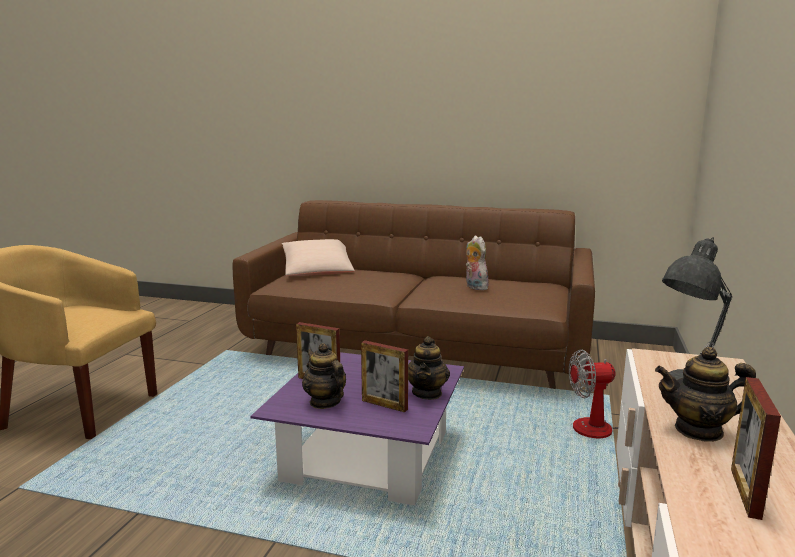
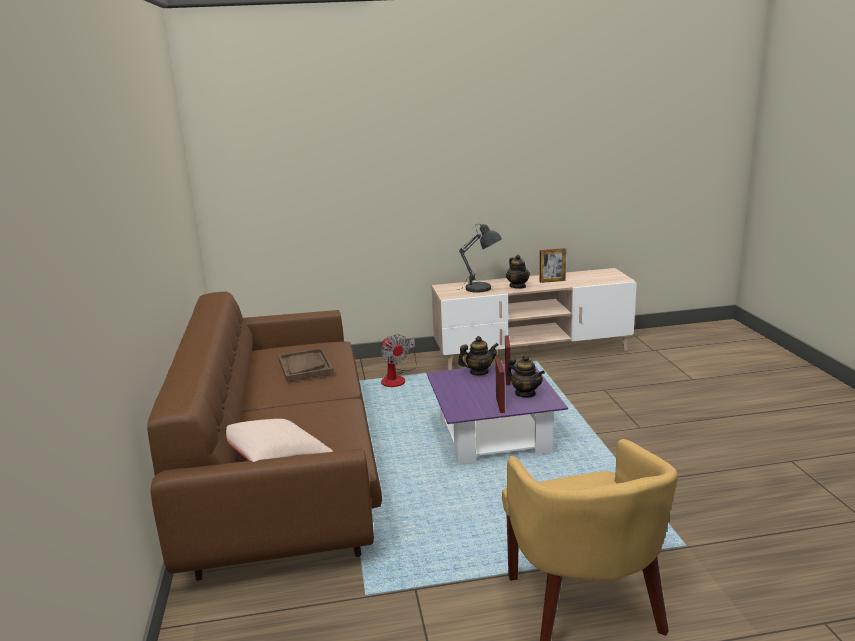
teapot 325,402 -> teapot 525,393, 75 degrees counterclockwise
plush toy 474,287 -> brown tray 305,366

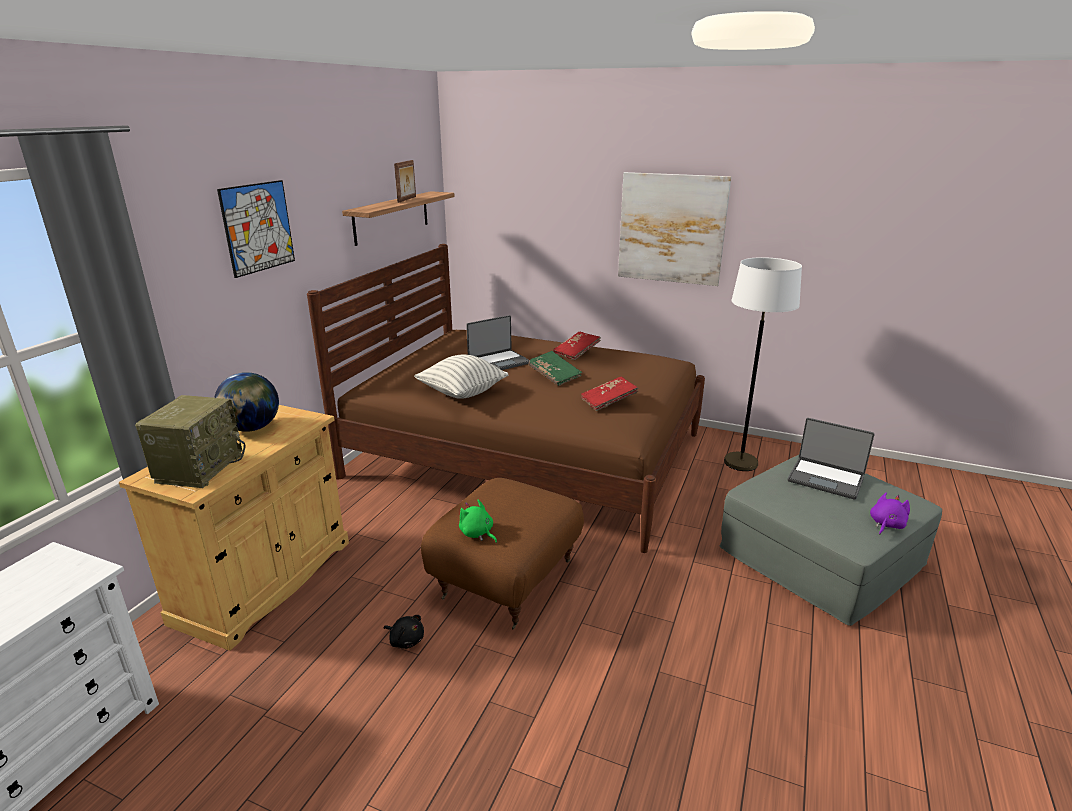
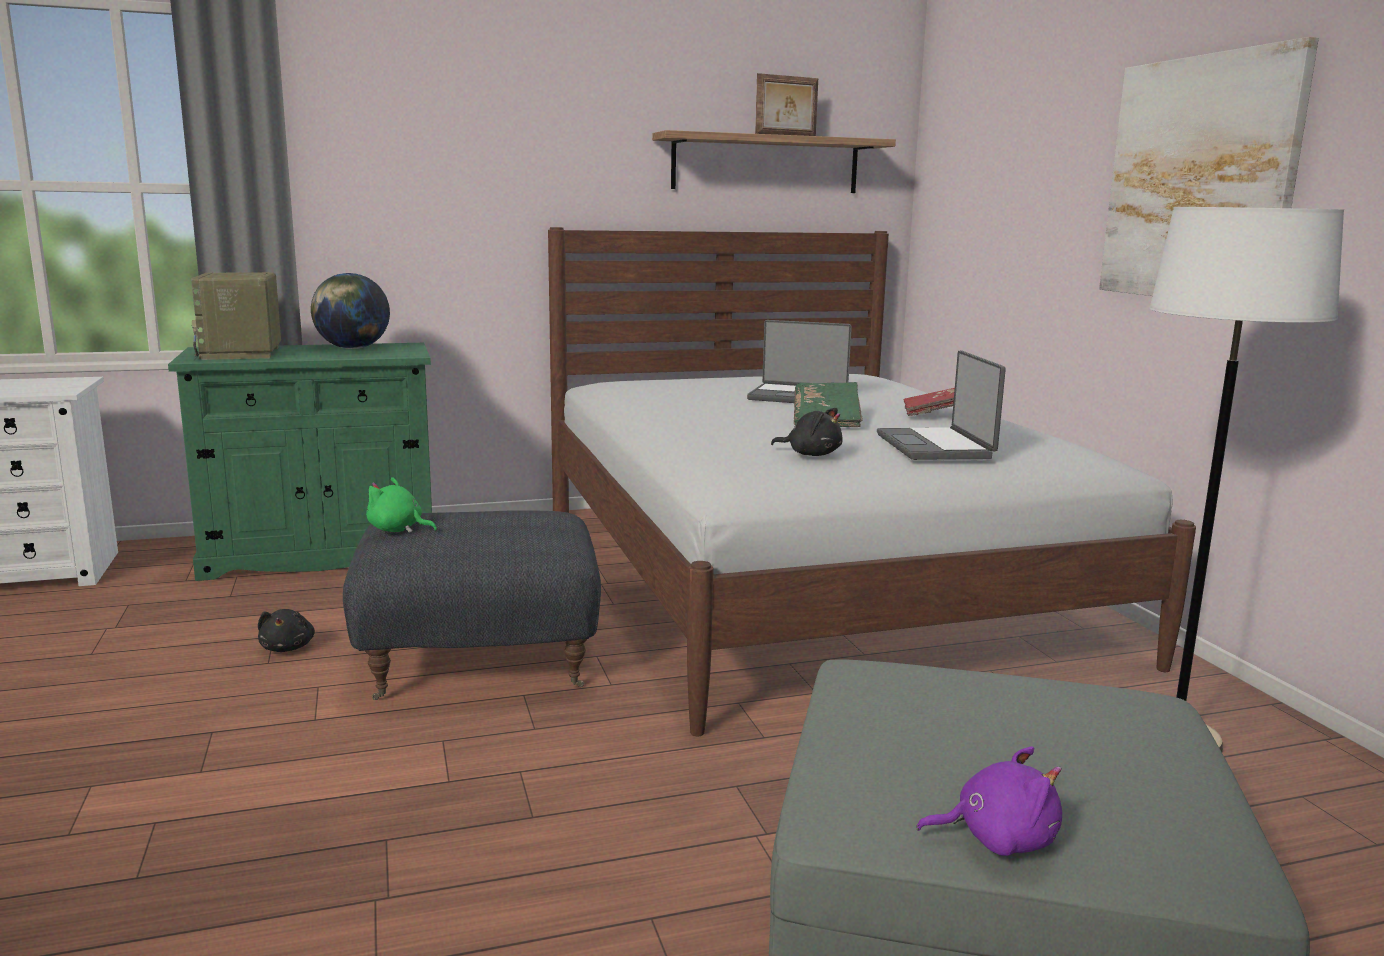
beige cabinet 265,581 -> green cabinet 322,554
radio 199,467 -> radio 242,353, 105 degrees clockwise
picture 258,227 -> none
brown bed 527,455 -> white bed 806,578
pillow 462,393 -> none
brown ottoman 506,578 -> grey ottoman 481,660
green plush toy 477,533 -> green plush toy 398,530, 75 degrees counterclockwise
red book 608,402 -> black plush toy 811,454
laptop 826,479 -> laptop 936,446, moved

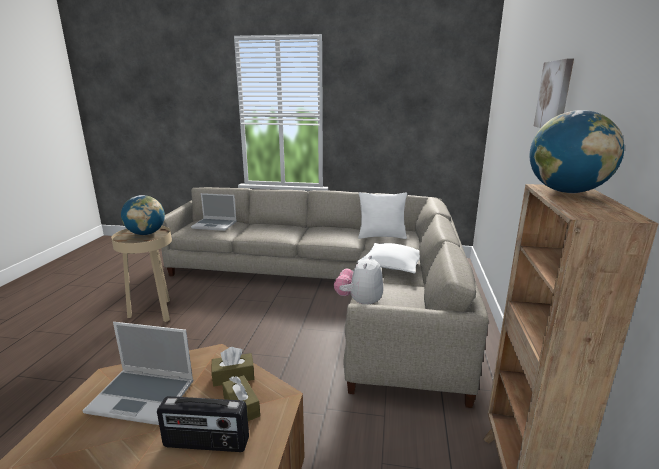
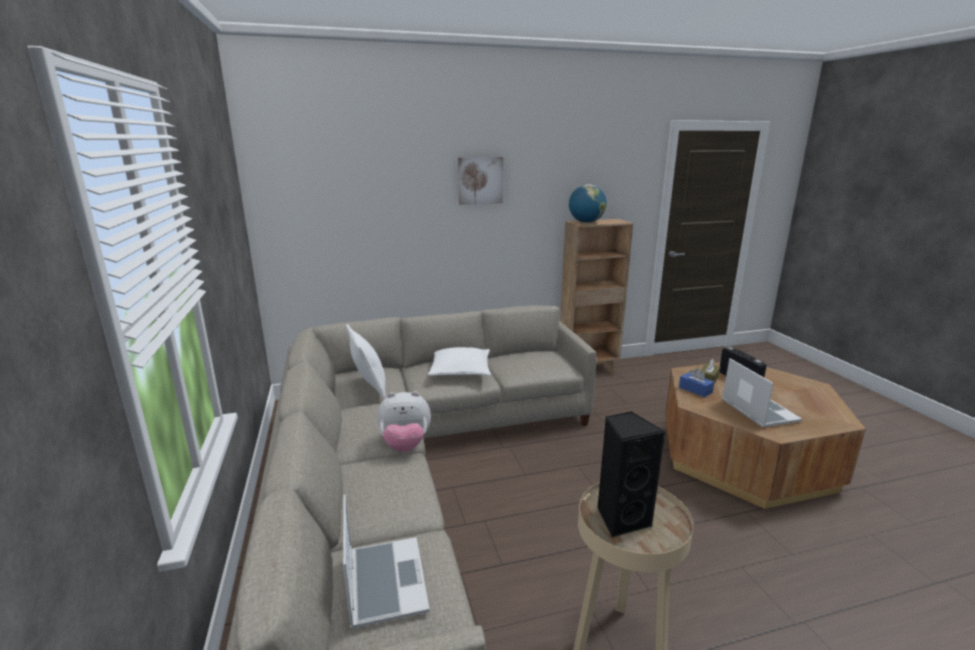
globe 146,233 -> black speaker 621,518
brown tissue box 233,376 -> blue tissue box 695,390
plush toy 359,302 -> plush toy 405,445, moved

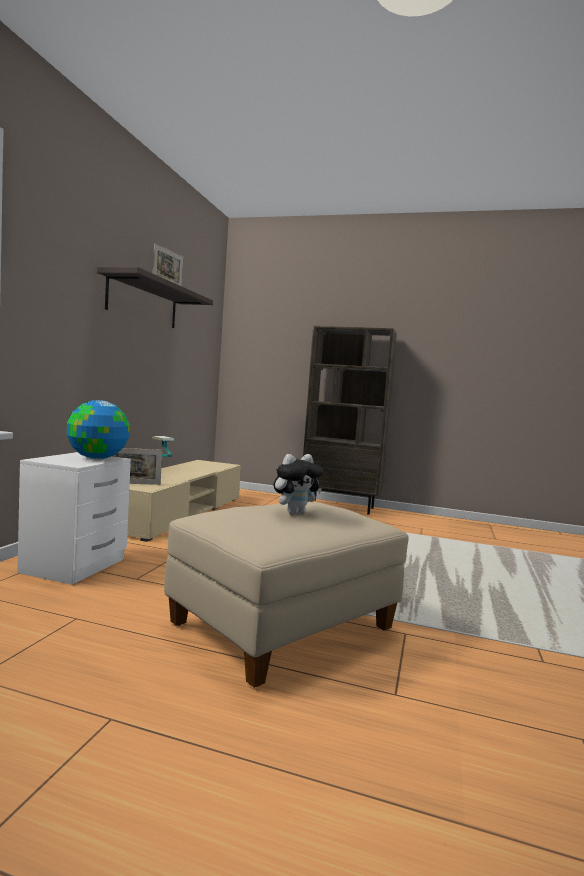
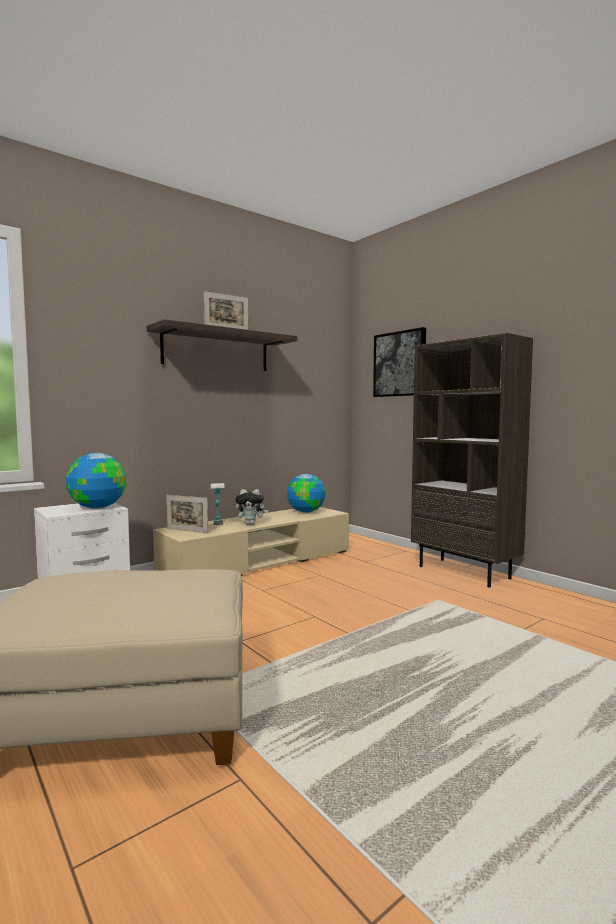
plush toy 295,513 -> plush toy 251,524, moved
none -> globe 306,512
none -> picture 399,364

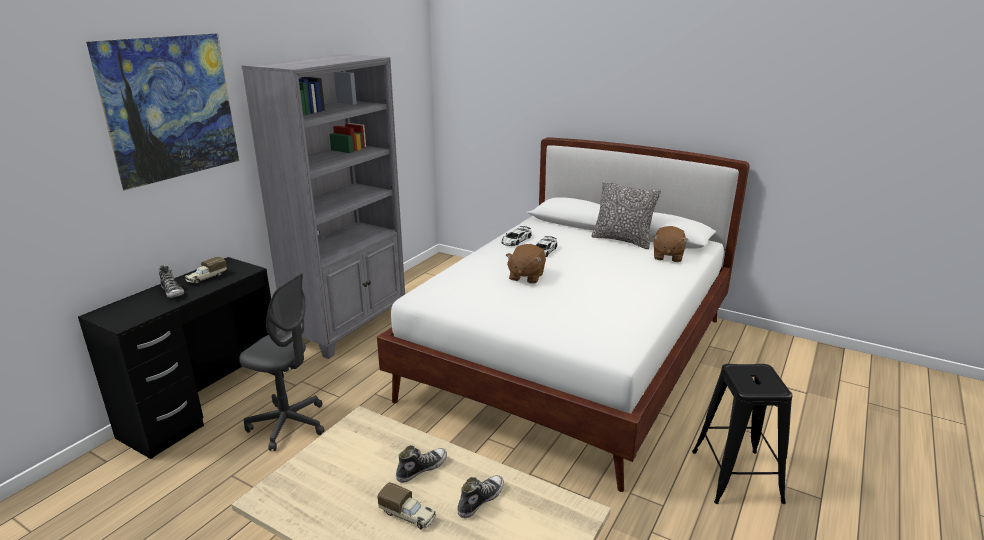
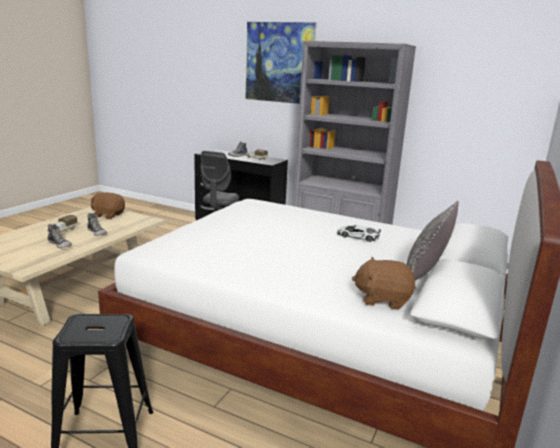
toy car 516,240 -> none
brown plush toy 526,276 -> brown plush toy 108,215, moved

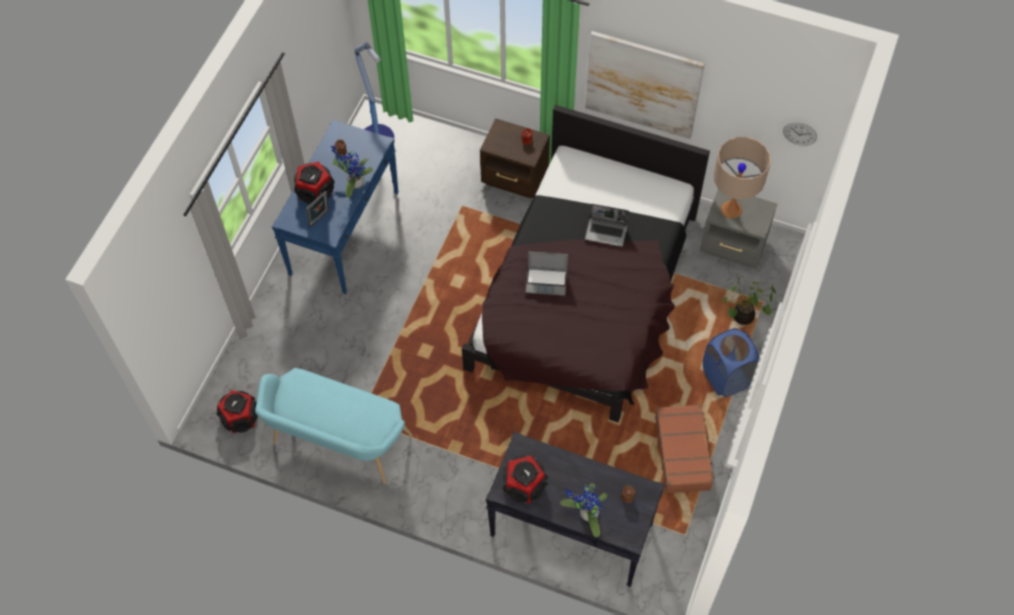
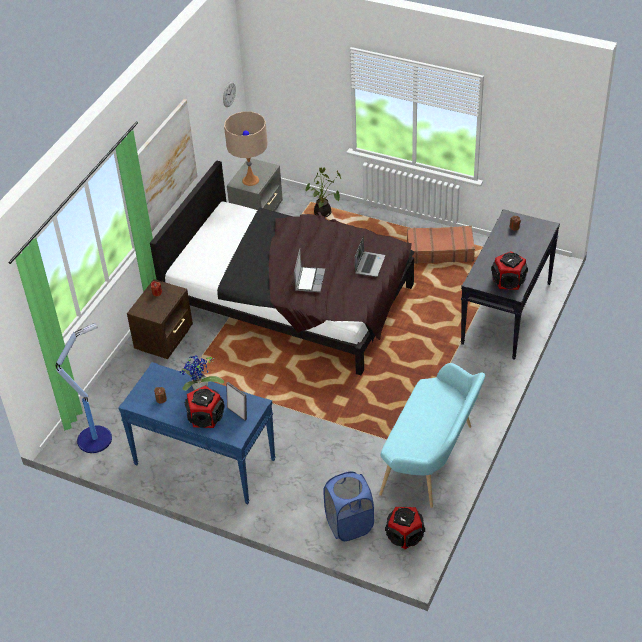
potted plant 586,514 -> none
laptop 606,232 -> laptop 369,264, moved
blue laundry basket 726,377 -> blue laundry basket 349,524, moved

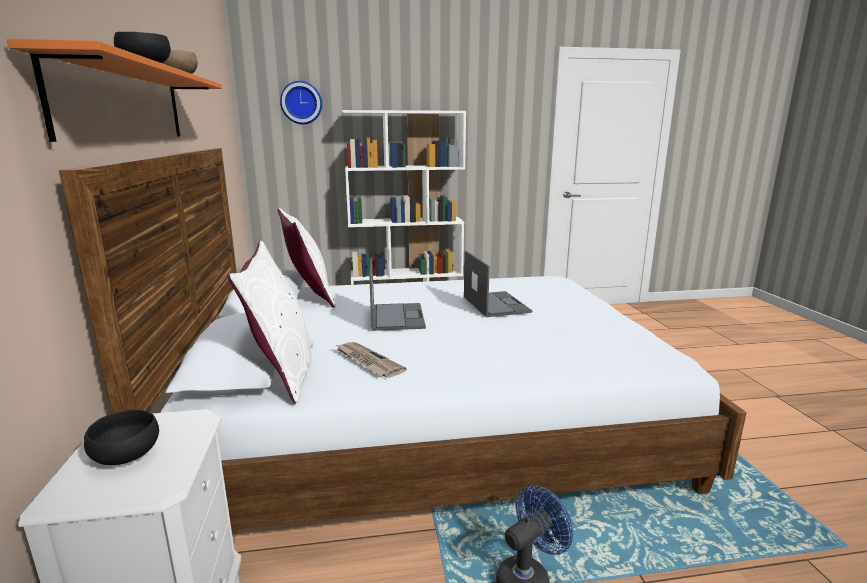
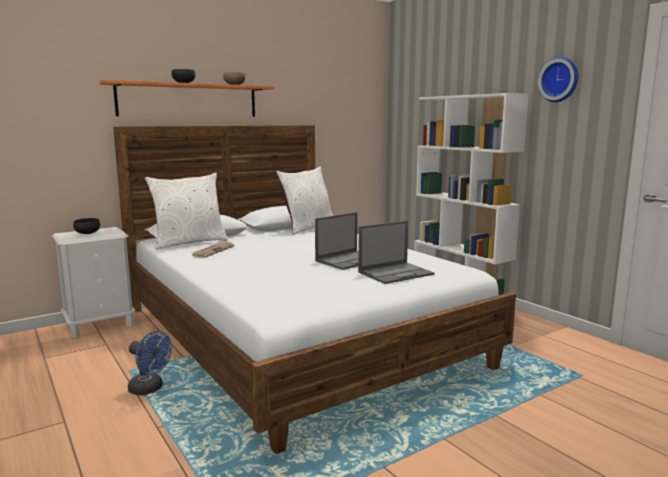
wall clock 301,103 -> wall clock 560,79, moved
laptop 396,316 -> laptop 396,273, moved

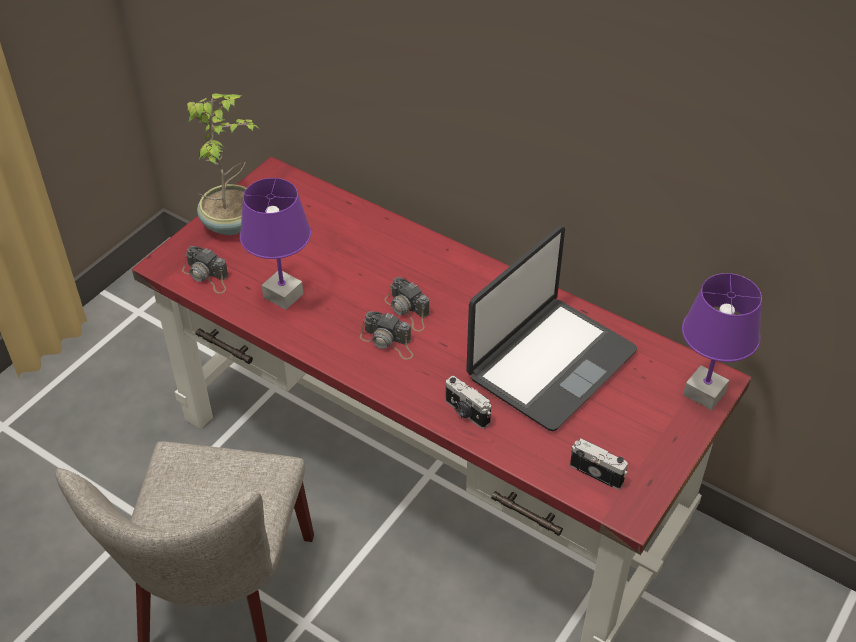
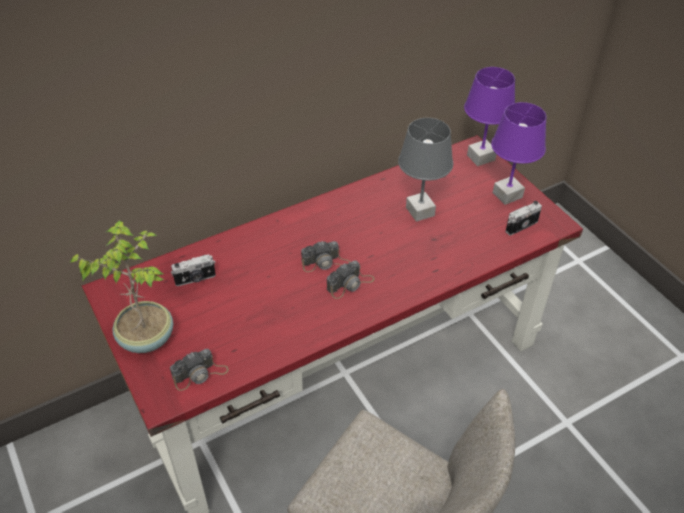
purple table lamp 284,295 -> purple table lamp 507,195, moved
photo camera 466,413 -> photo camera 195,279, moved
laptop 550,363 -> grey table lamp 419,211

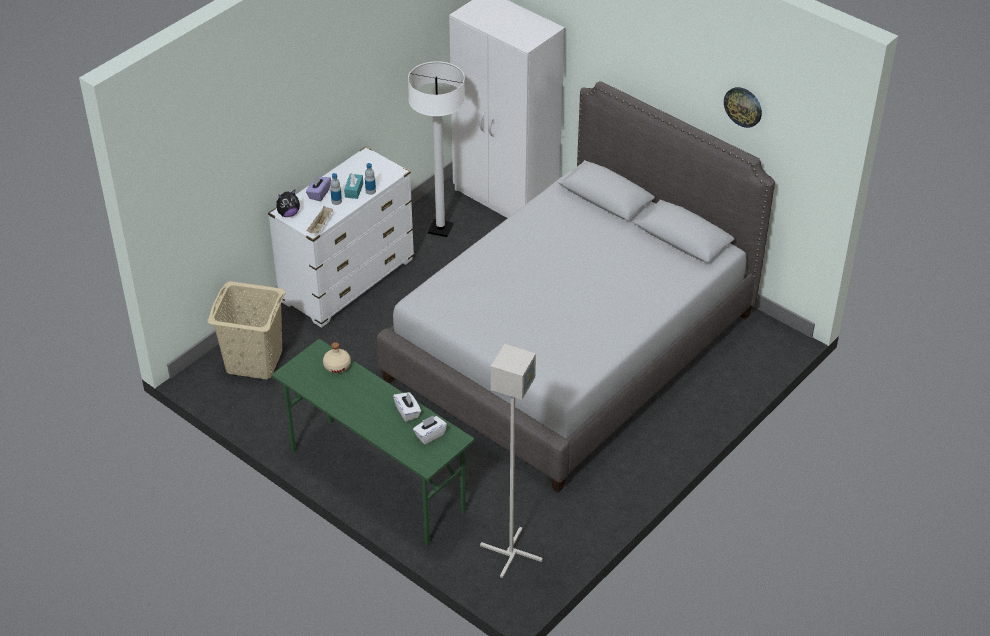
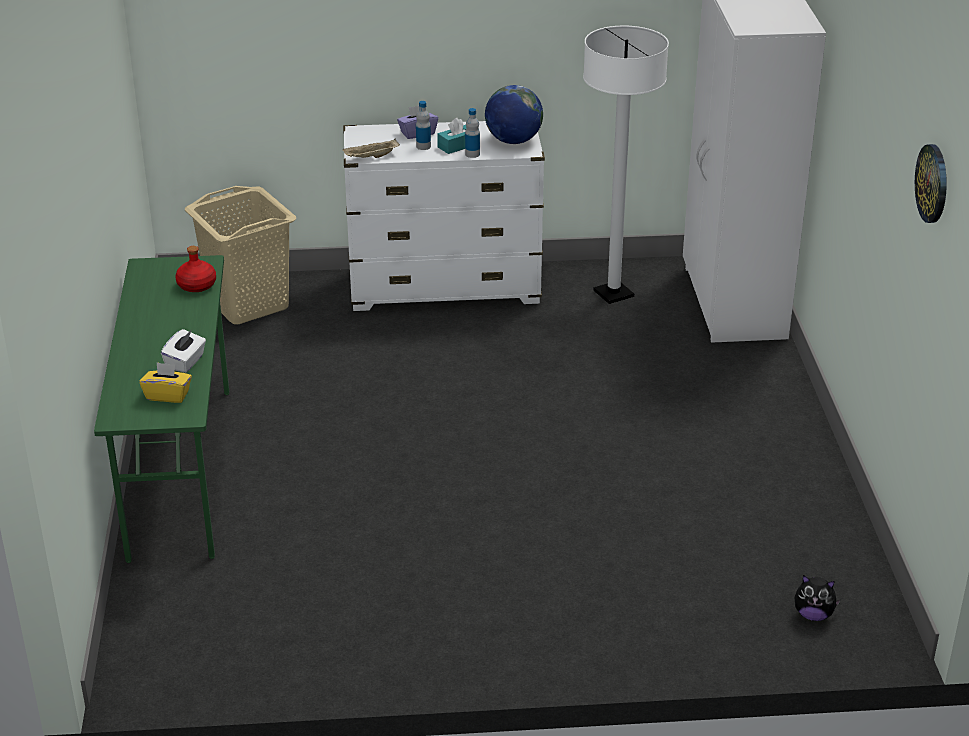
plush toy 288,214 -> plush toy 813,615, moved
beige bottle 337,365 -> red bottle 197,285
grey bed 571,347 -> none
white tissue box 430,435 -> yellow tissue box 168,395
grey floor lamp 511,553 -> none
none -> globe 513,141

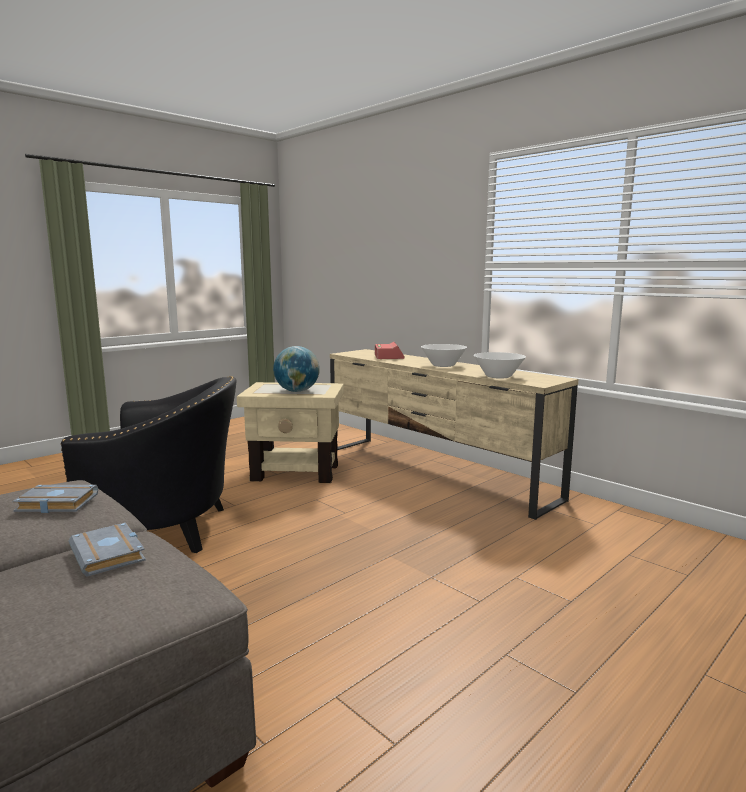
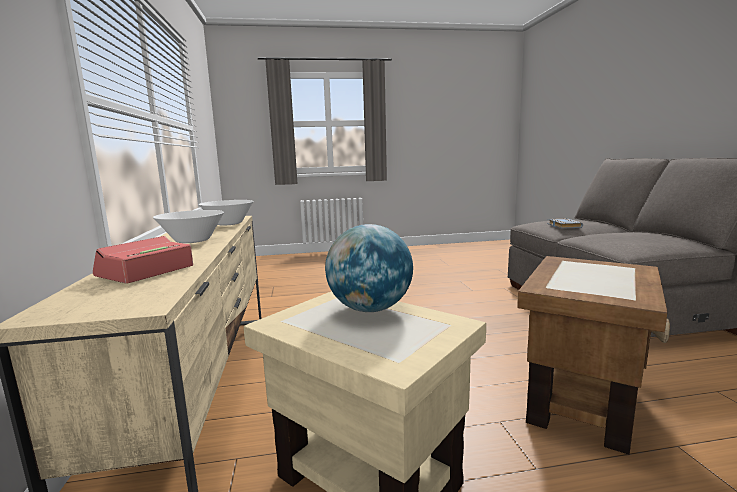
grey book 55,504 -> none
black armchair 169,529 -> brown side table 583,402

